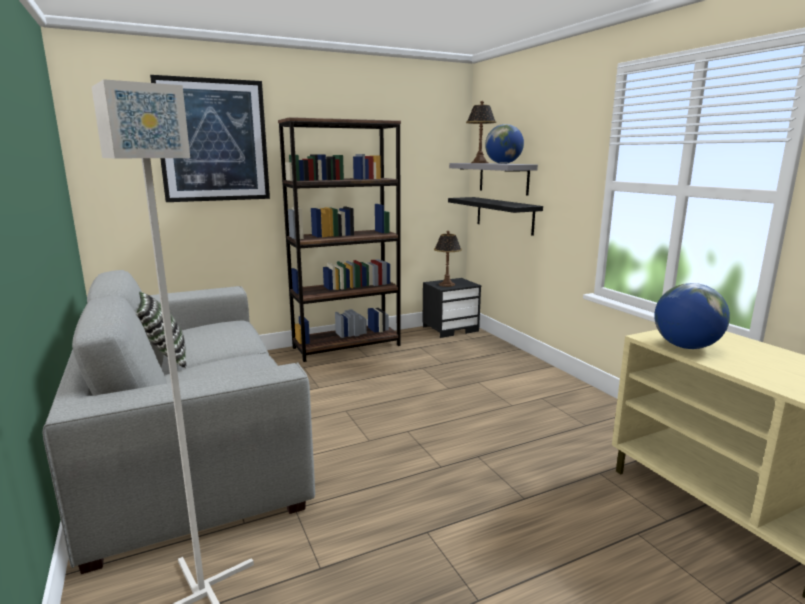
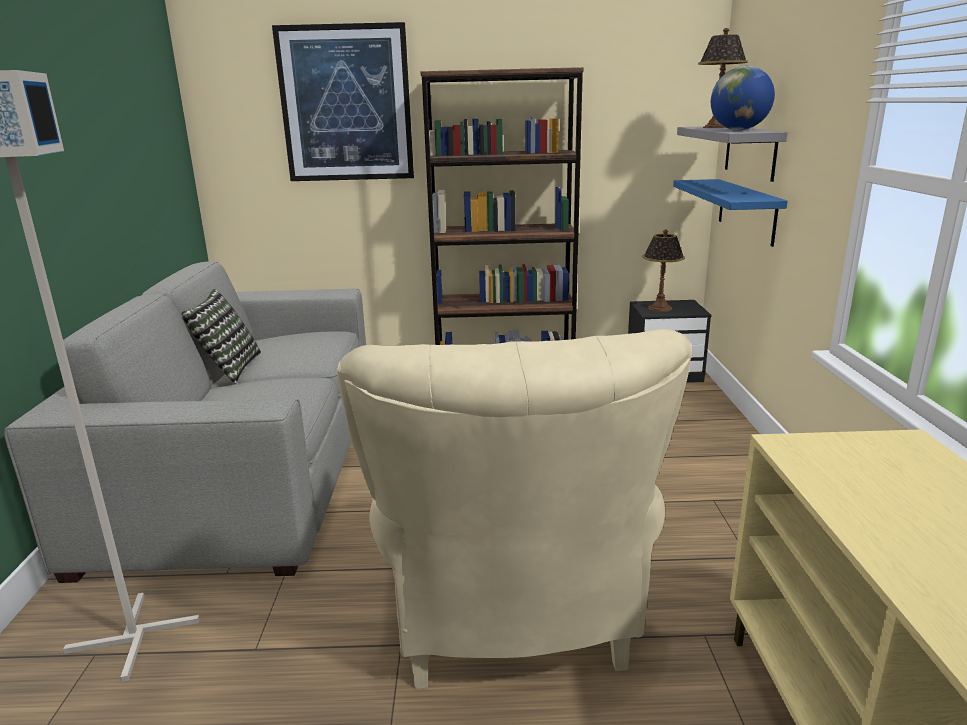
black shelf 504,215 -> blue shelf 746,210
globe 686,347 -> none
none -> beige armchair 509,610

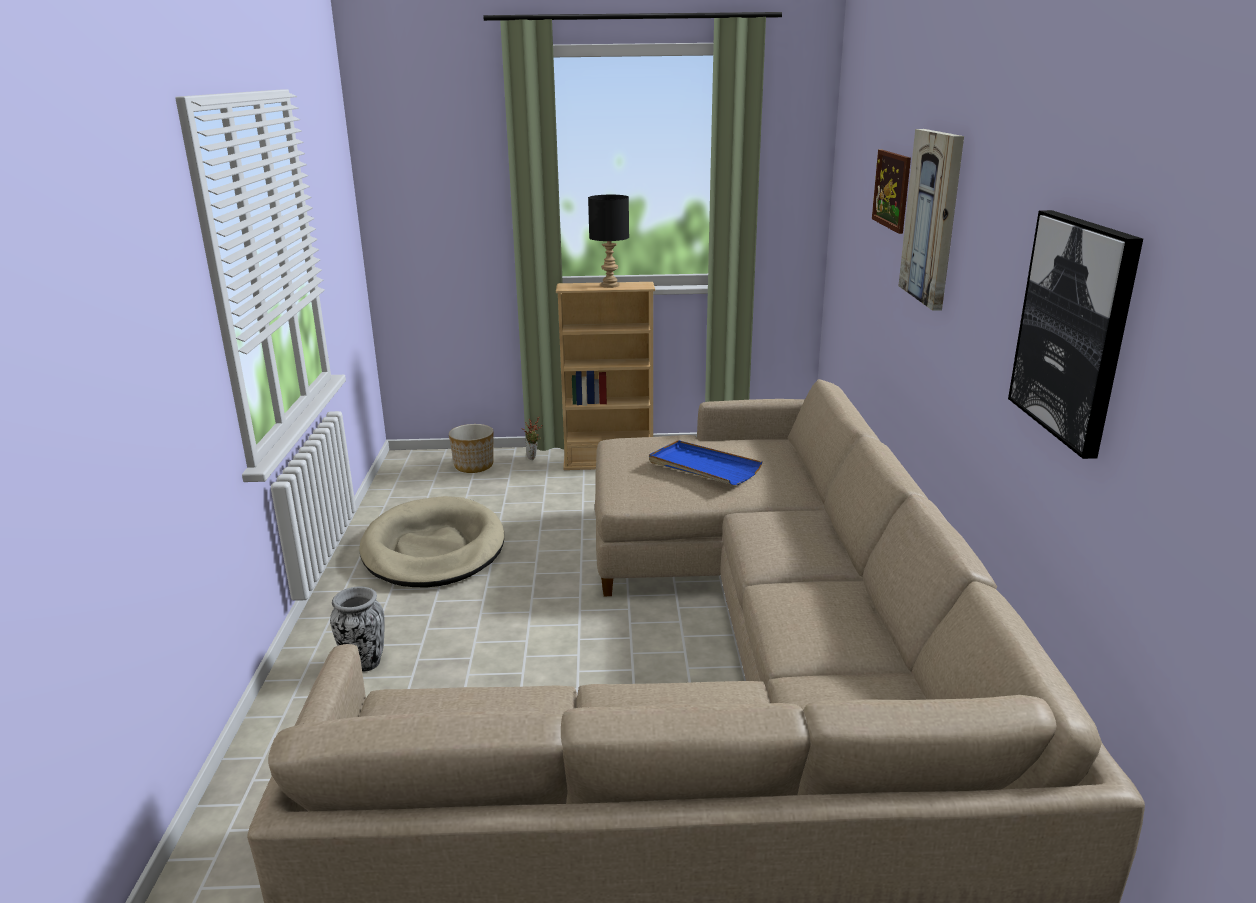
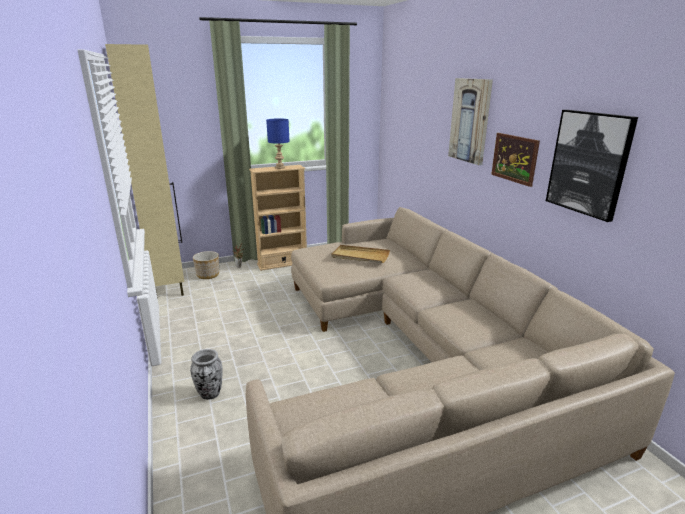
beige dog bed 433,549 -> none
black table lamp 610,285 -> blue table lamp 280,167
blue tray 703,467 -> beige tray 360,256
picture 892,190 -> picture 514,158, moved
none -> beige cabinet 168,284

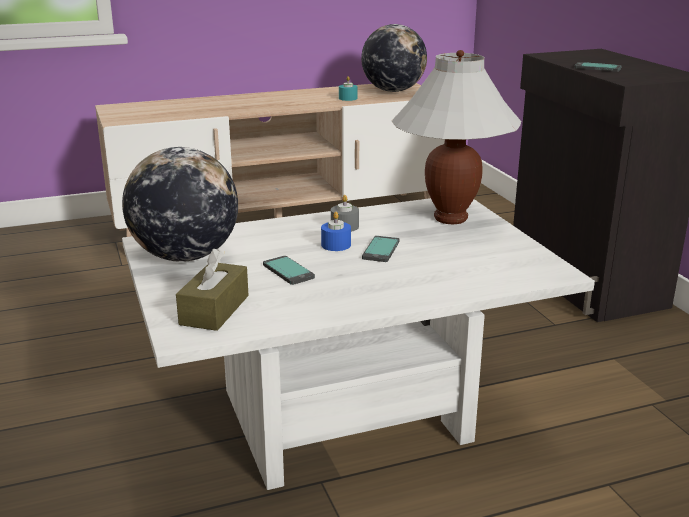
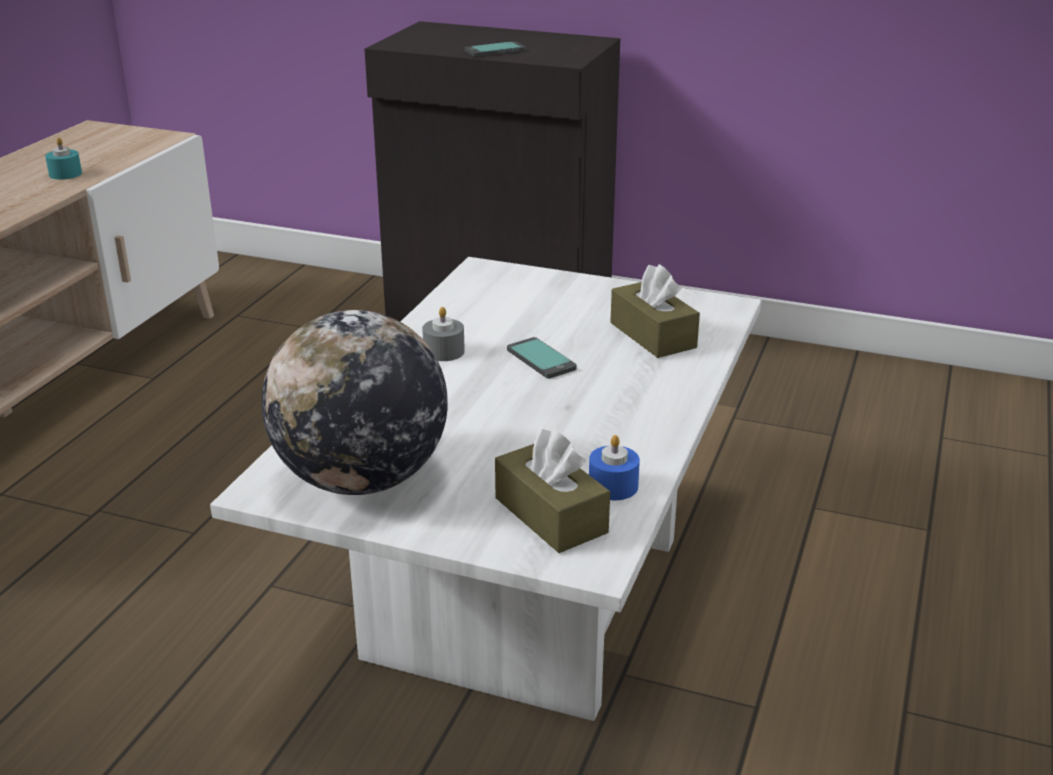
phone 288,271 -> none
blue candle 336,245 -> blue candle 613,486, moved
globe 393,91 -> none
white table lamp 450,218 -> none
none -> brown tissue box 652,335

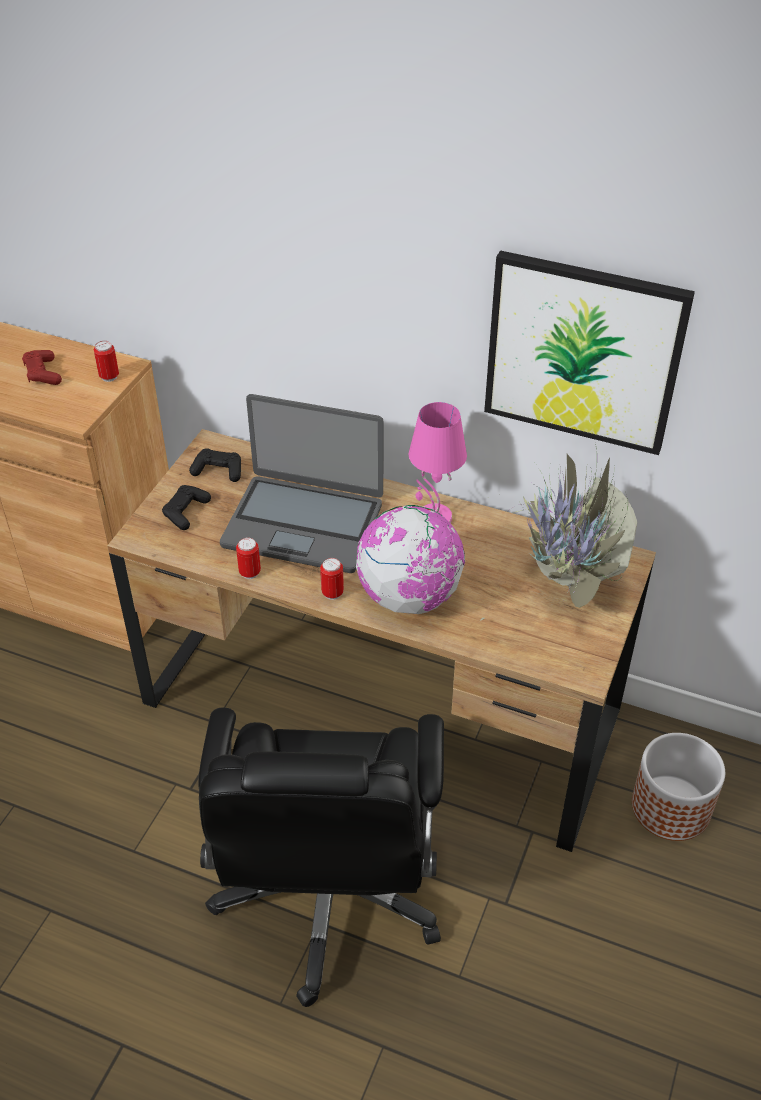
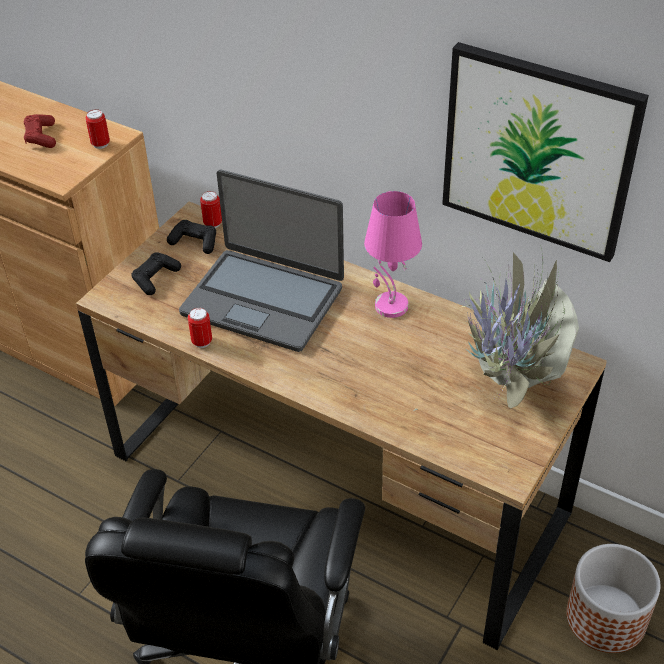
can 332,593 -> can 212,224, moved
globe 410,597 -> none

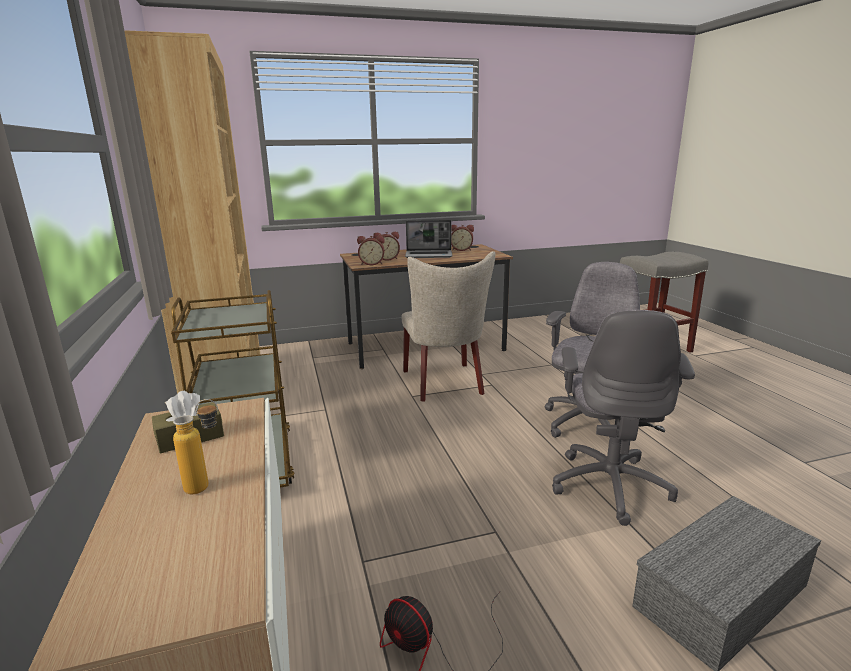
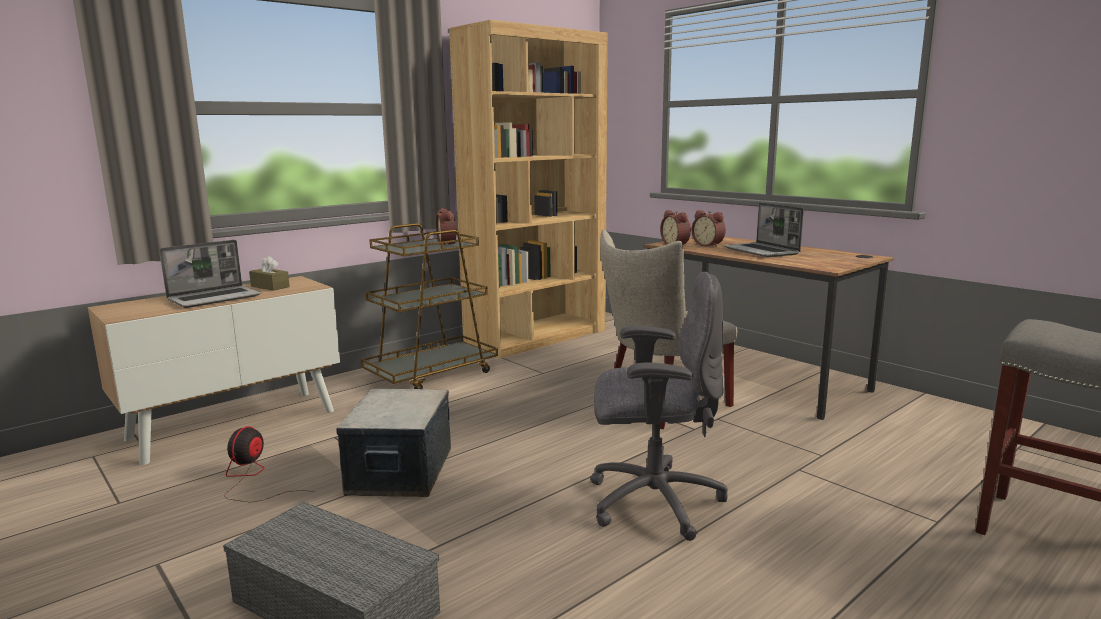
bottle 207,486 -> laptop 215,298
alarm clock 461,249 -> alarm clock 448,244, moved
grey office chair 610,485 -> none
none -> storage box 399,472

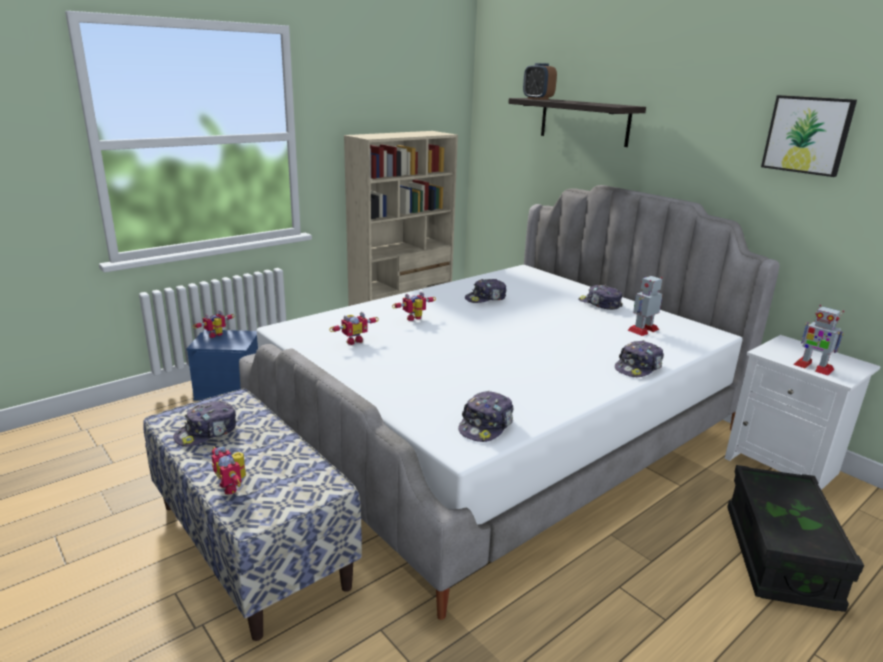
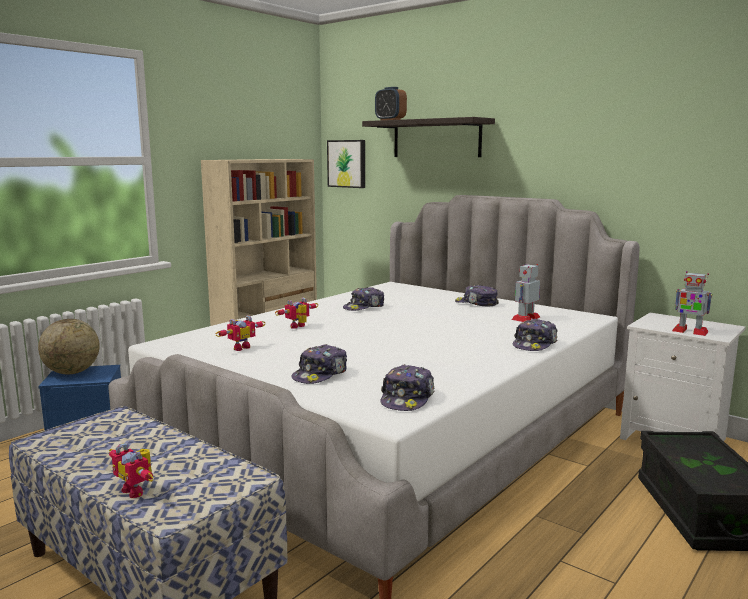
cap 207,432 -> cap 320,375, moved
toy robot 217,336 -> globe 72,372
picture 807,135 -> picture 347,163, moved

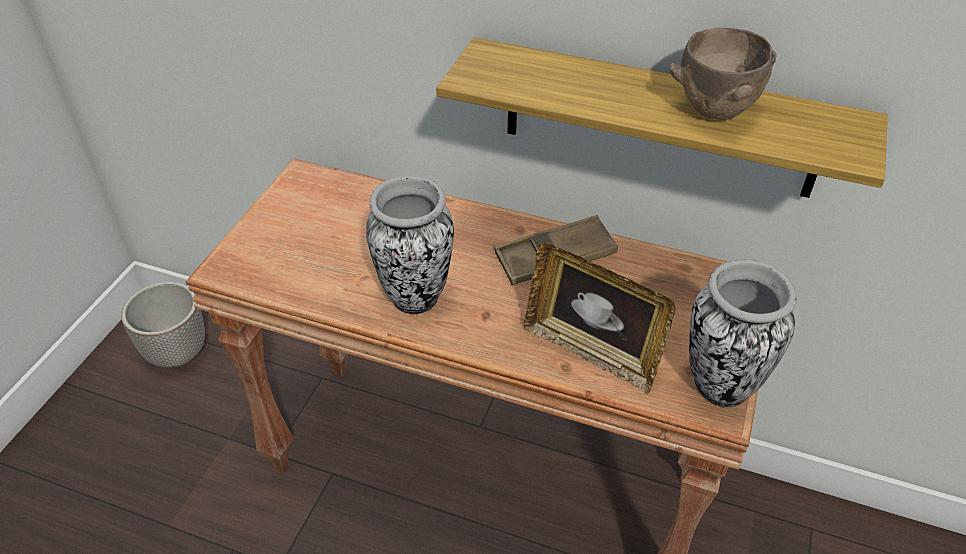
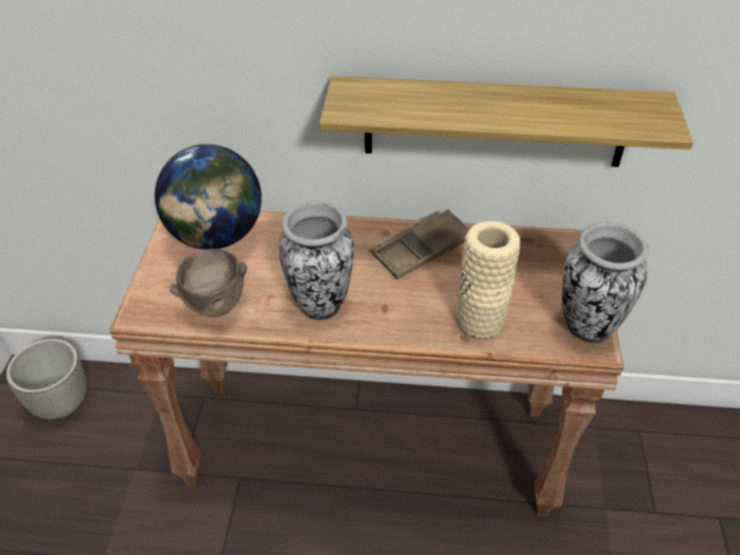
picture frame 591,351 -> beige vase 480,320
brown bowl 714,111 -> brown bowl 215,307, moved
none -> globe 216,237

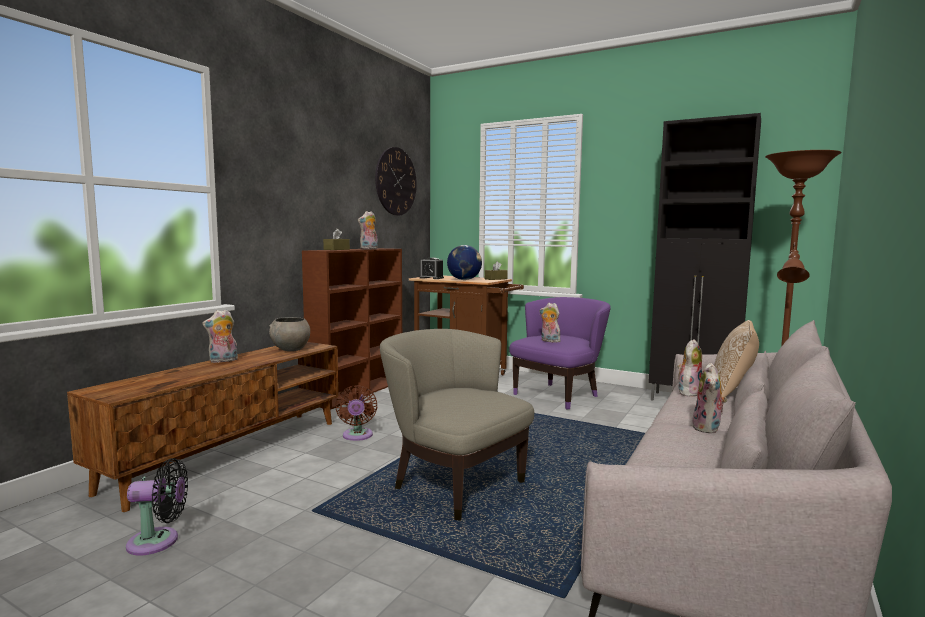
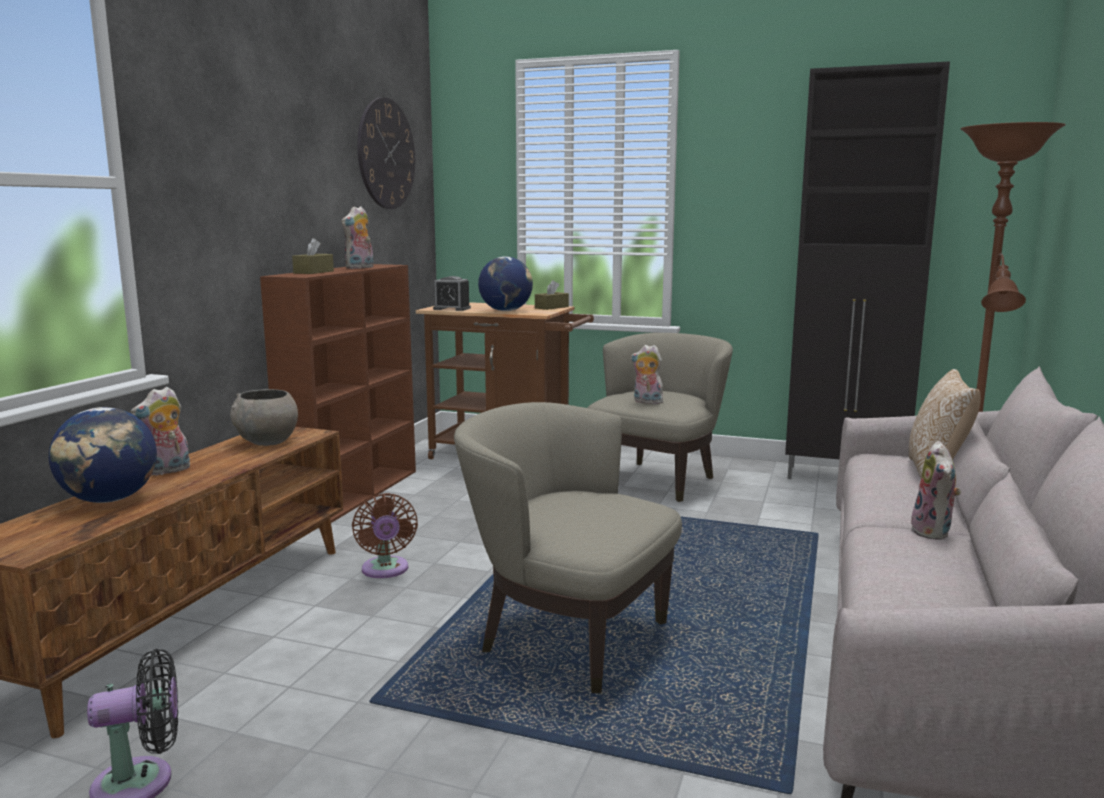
purple armchair 558,395 -> beige armchair 657,480
plush toy 688,392 -> none
none -> globe 110,500

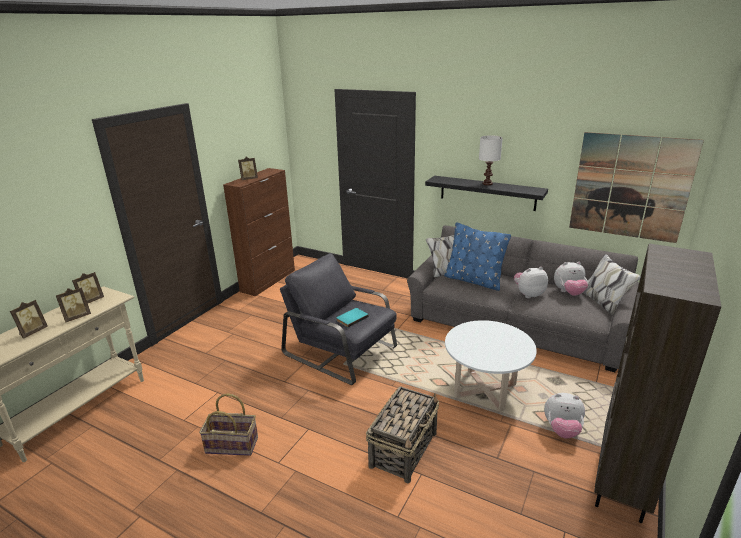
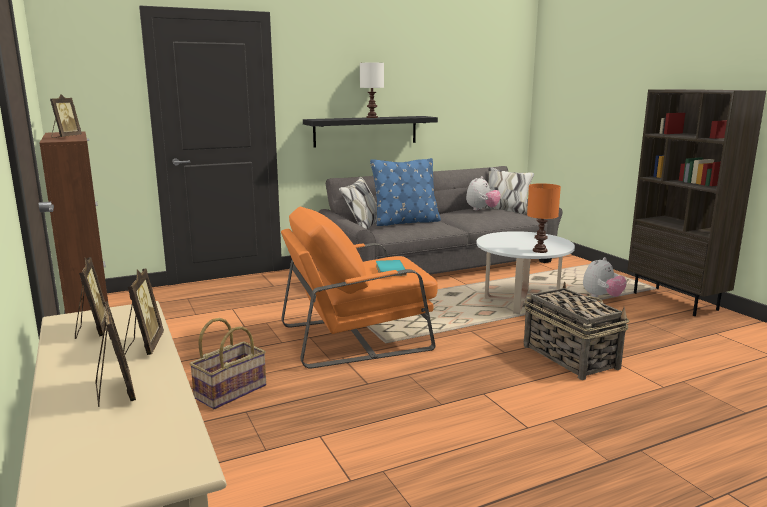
basket 232,444 -> basket 230,391, moved
grey armchair 341,350 -> orange armchair 357,337
plush toy 528,294 -> none
picture 630,187 -> none
none -> orange table lamp 540,251

